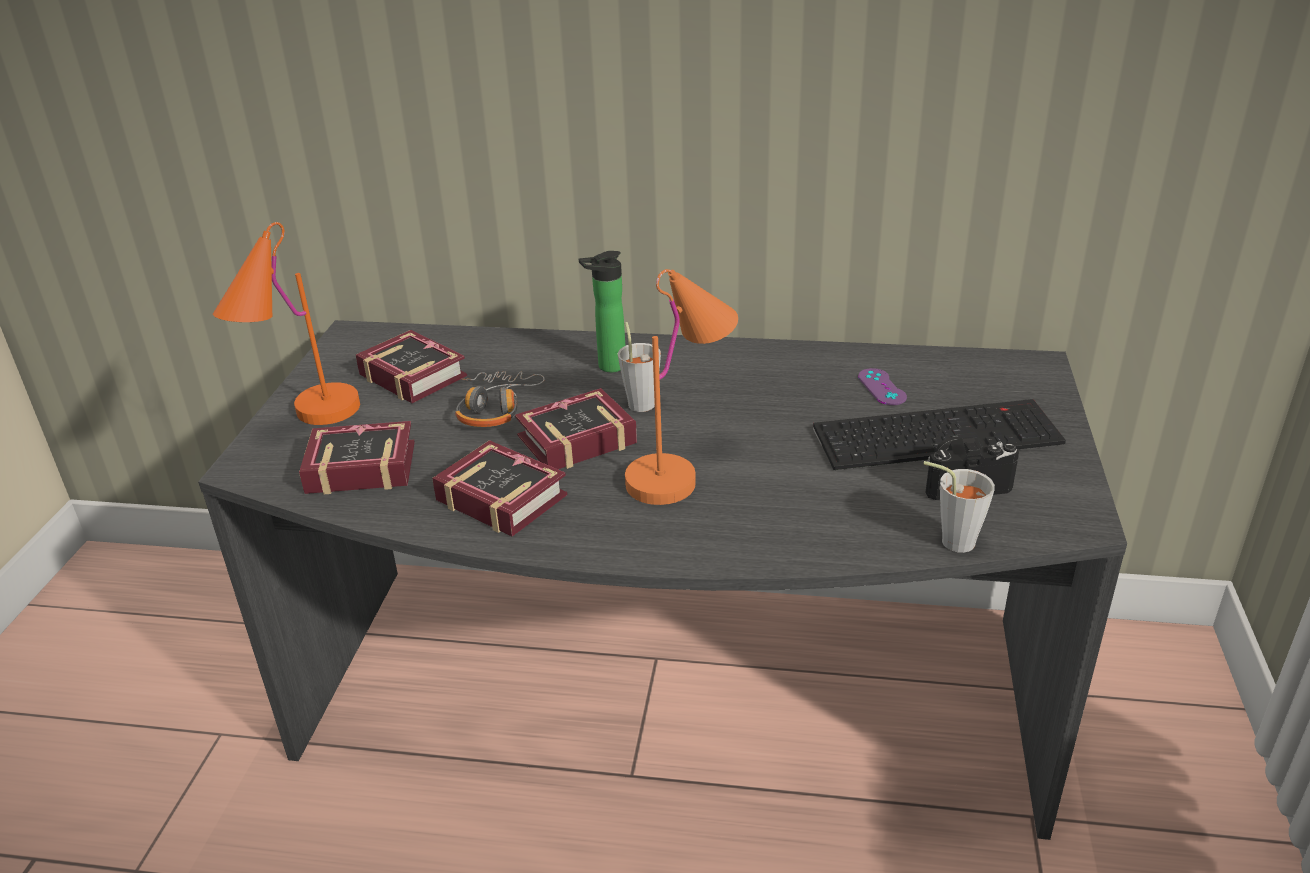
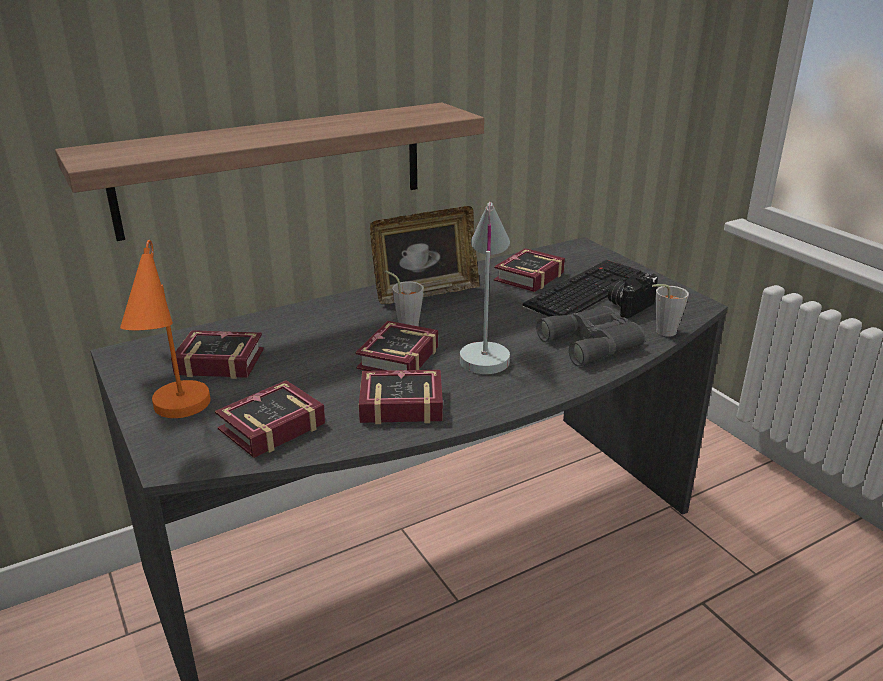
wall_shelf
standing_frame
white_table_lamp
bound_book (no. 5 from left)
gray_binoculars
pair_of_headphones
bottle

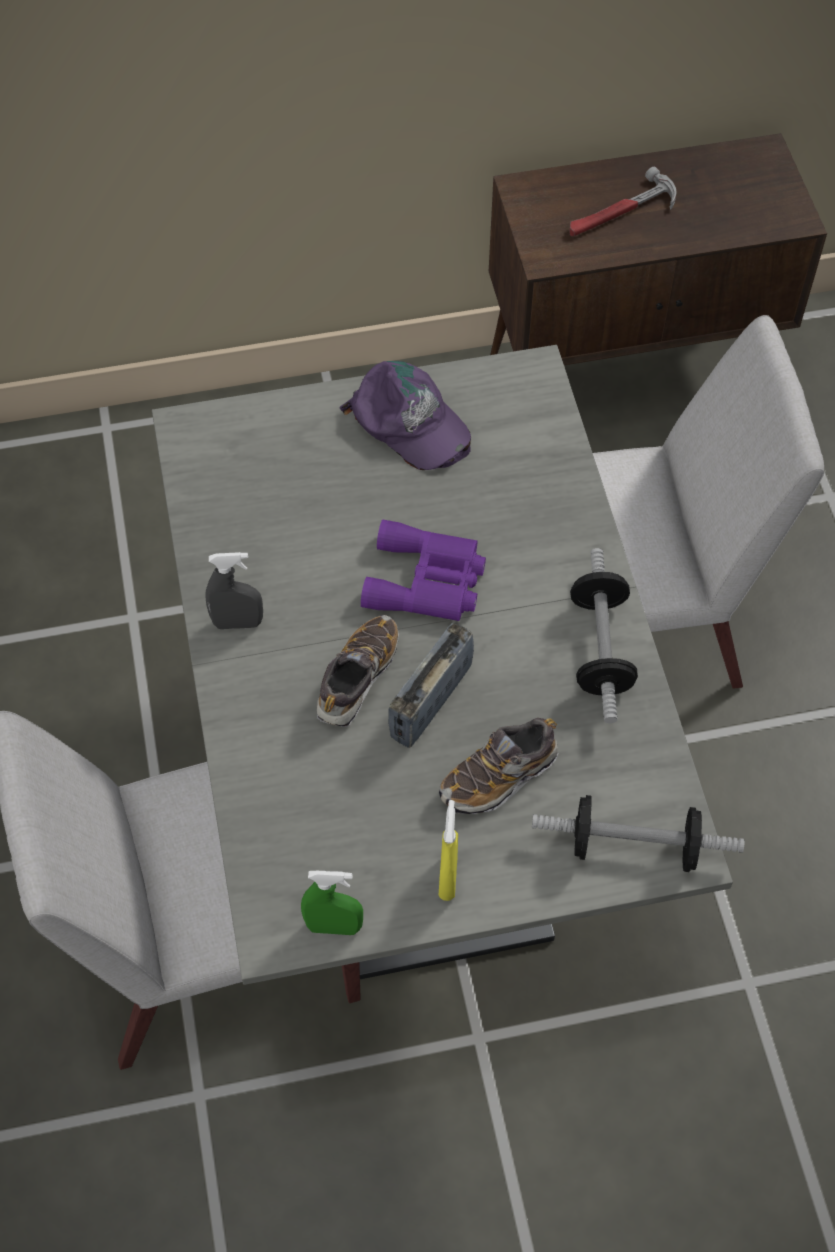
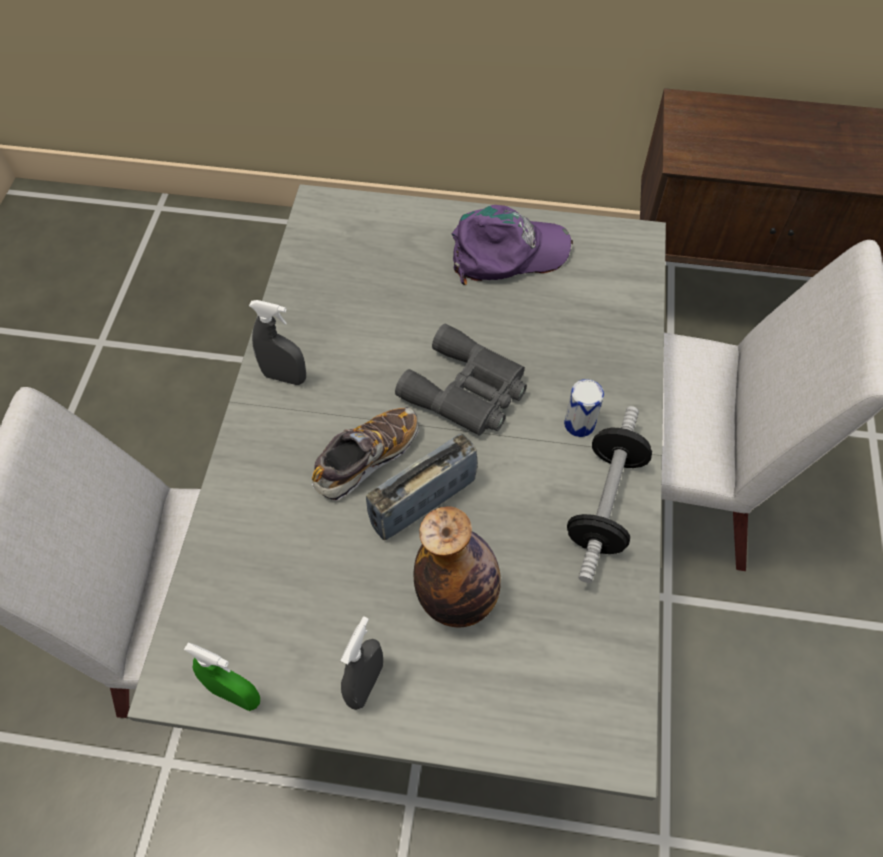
gray_hand_sprayer (no. 2 from left)
gray_binoculars
bottle
purple_baseball_cap
can
dumbbell (no. 2 from left in the first image)
hammer

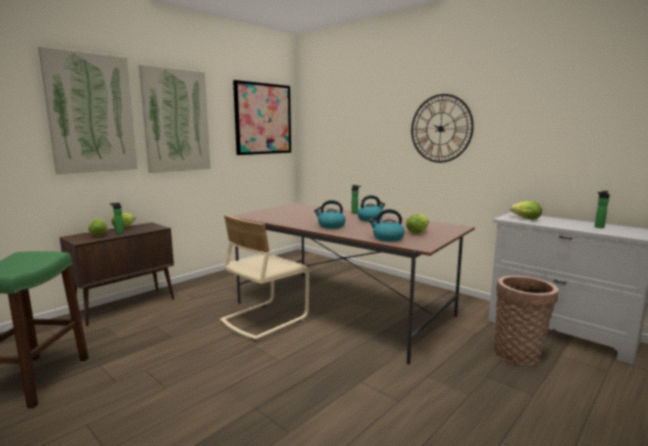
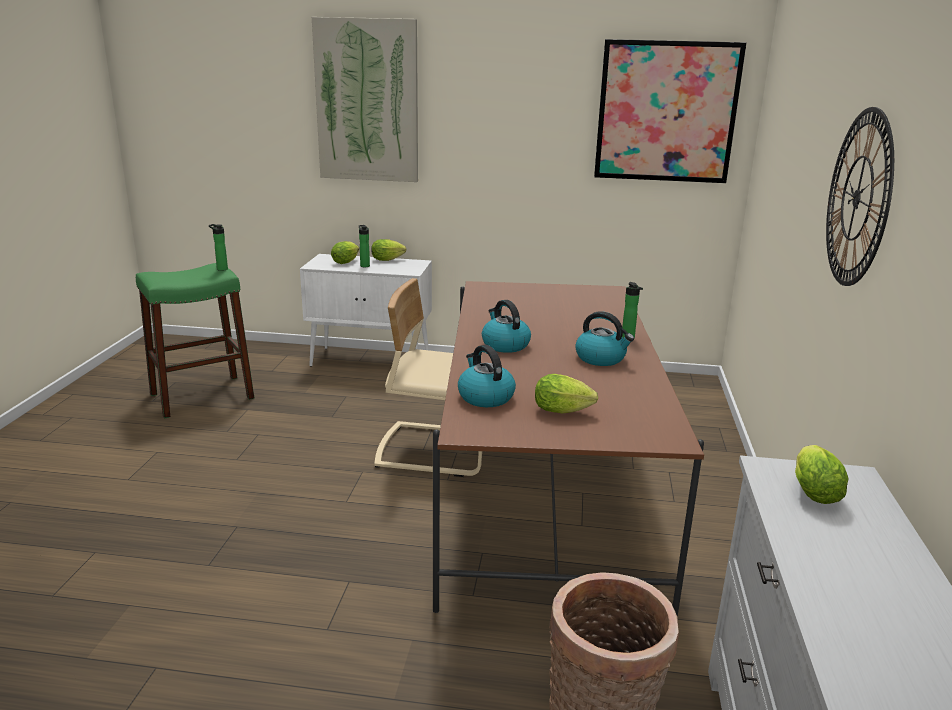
bottle (no. 1 from left)
white_cabinet
wall_art (no. 2 from left in the first image)

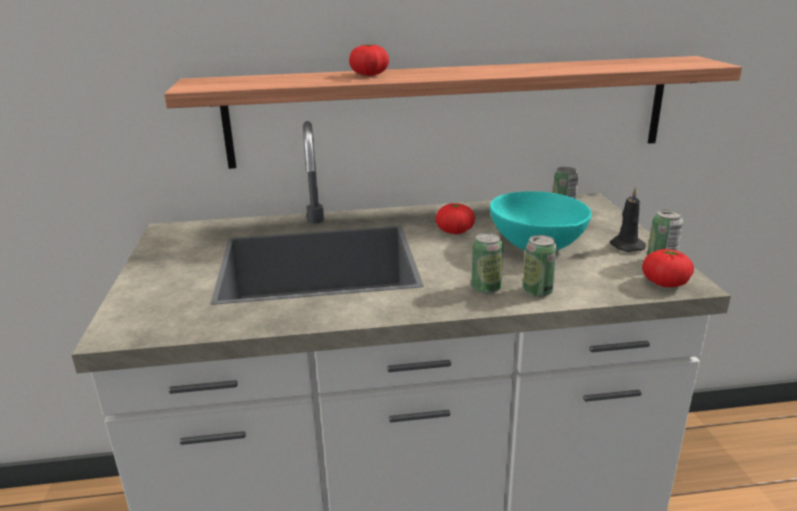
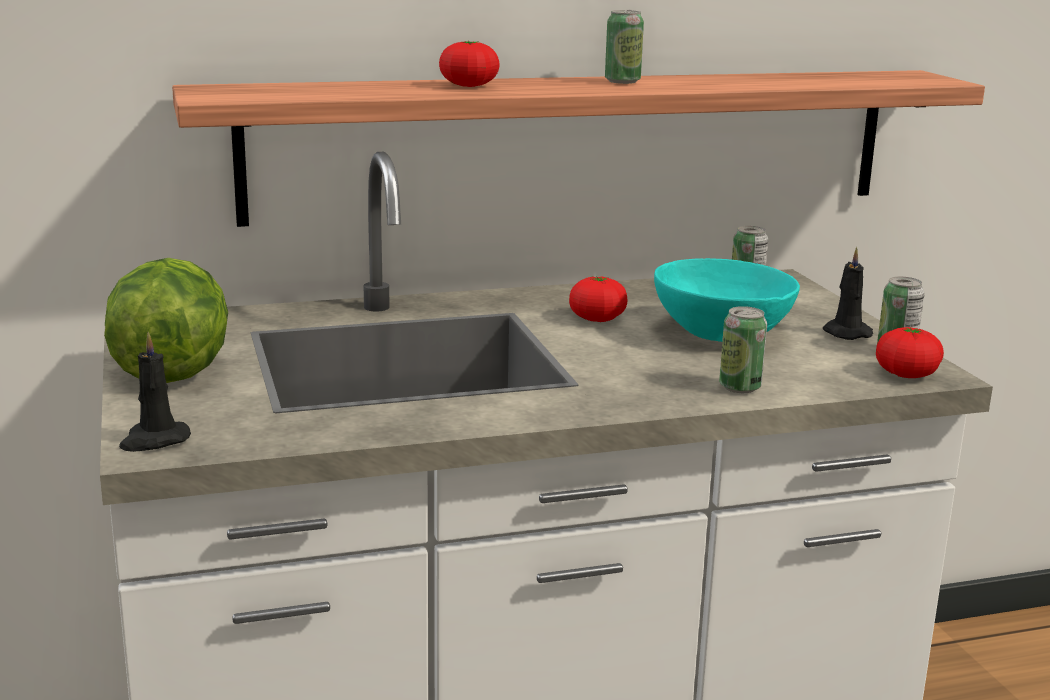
head_of_lettuce
black-coloured_candle (no. 1 from left)
can (no. 1 from left)

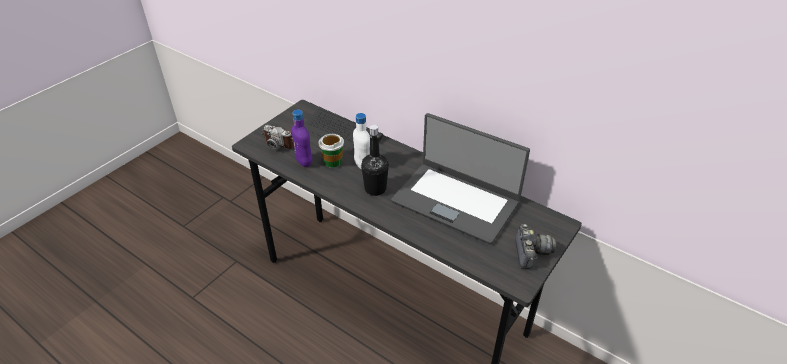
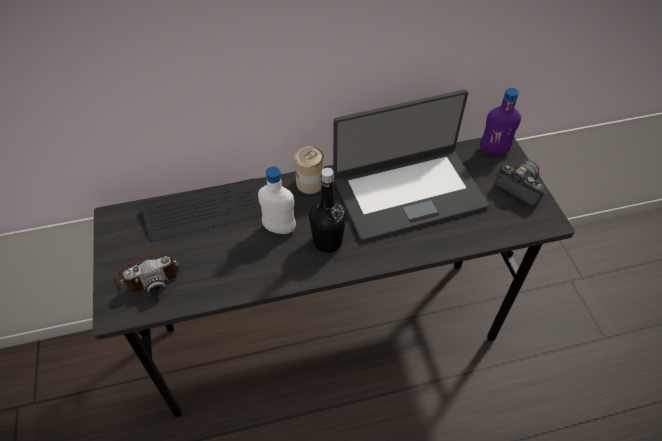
can
purple_bottle
drinking_cup

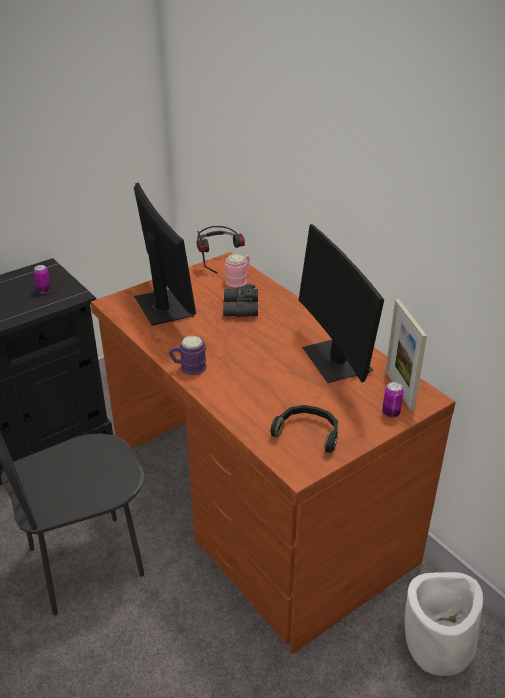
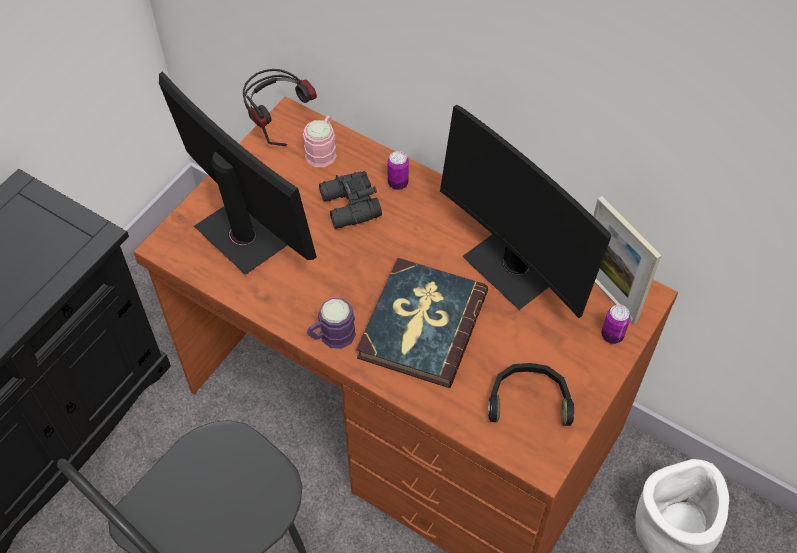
bound_book
can (no. 1 from left)

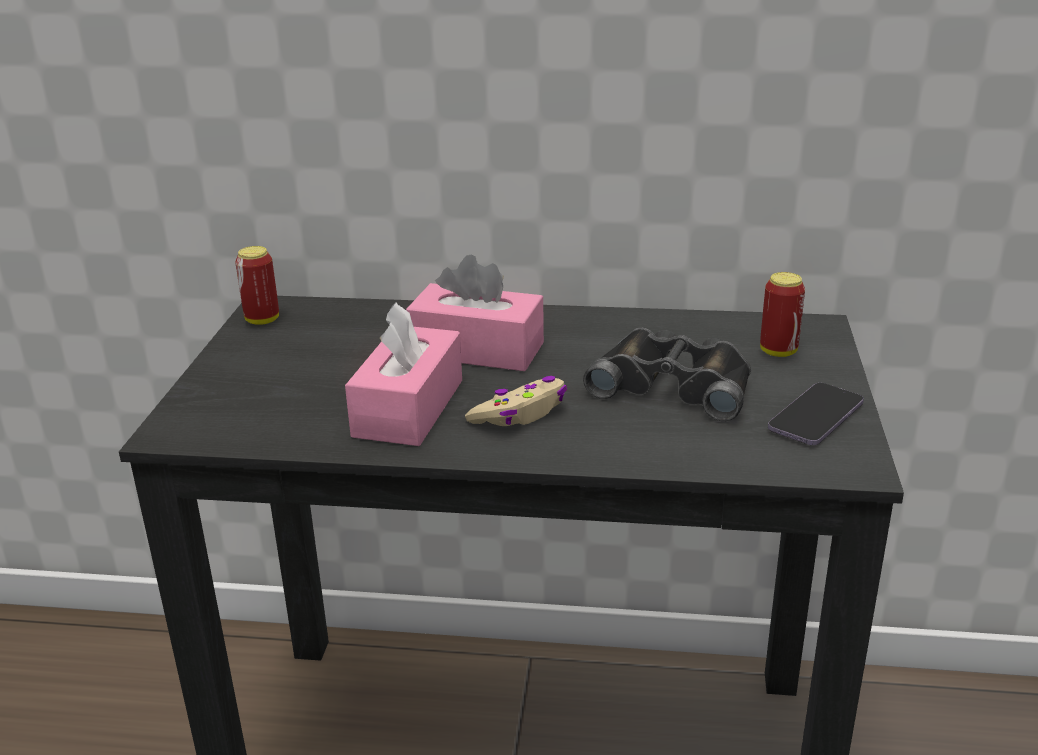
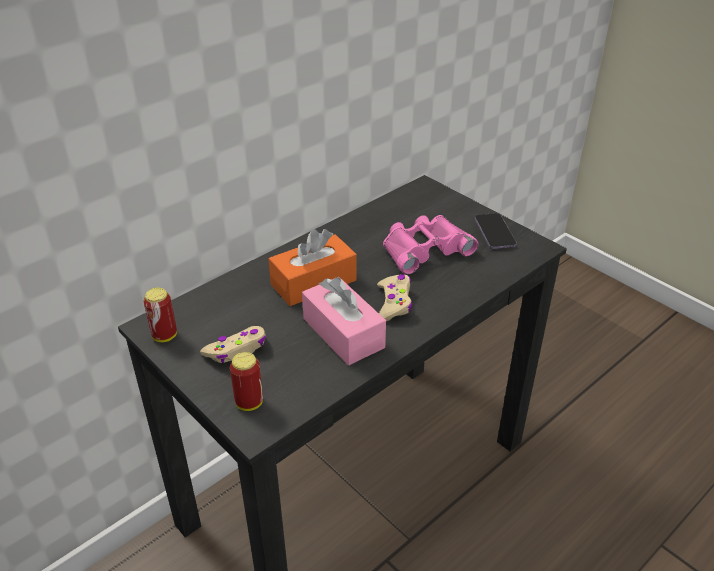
sand-coloured_joypad (no. 1 from left)
can (no. 2 from left)
orangey_tissue_box
pink_binoculars

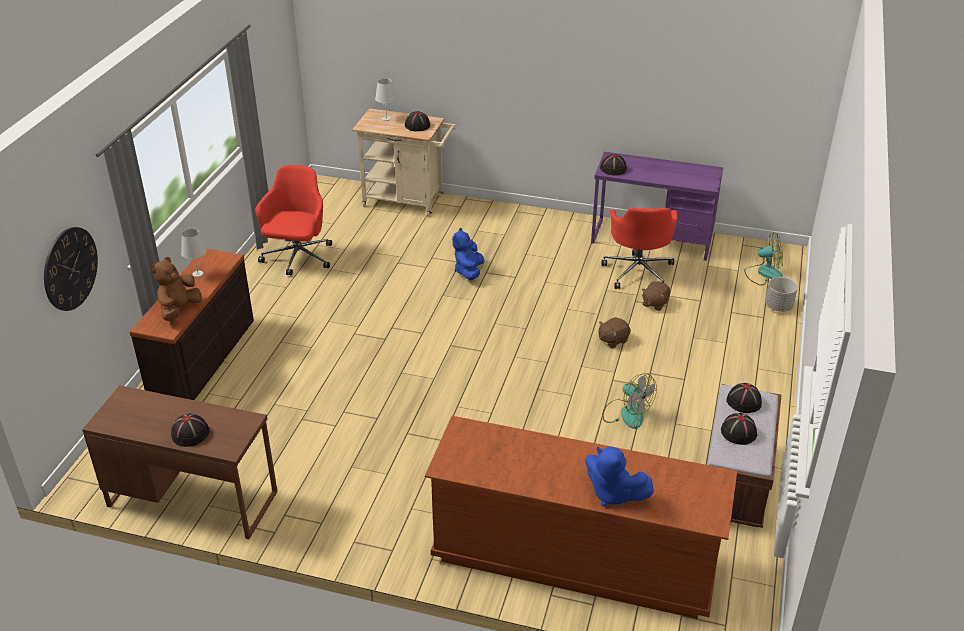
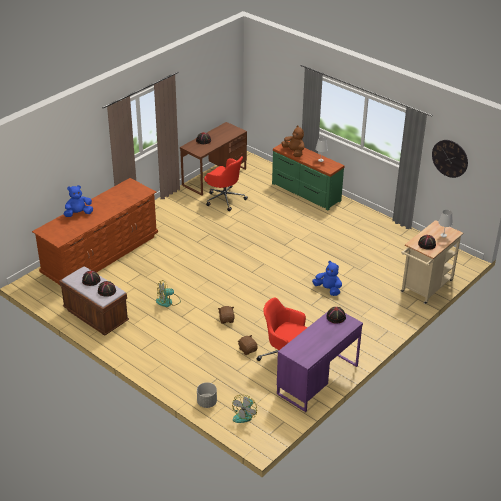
reddish_desk_chair (no. 1 from left)
greenish_drawer_chest
wall_clock

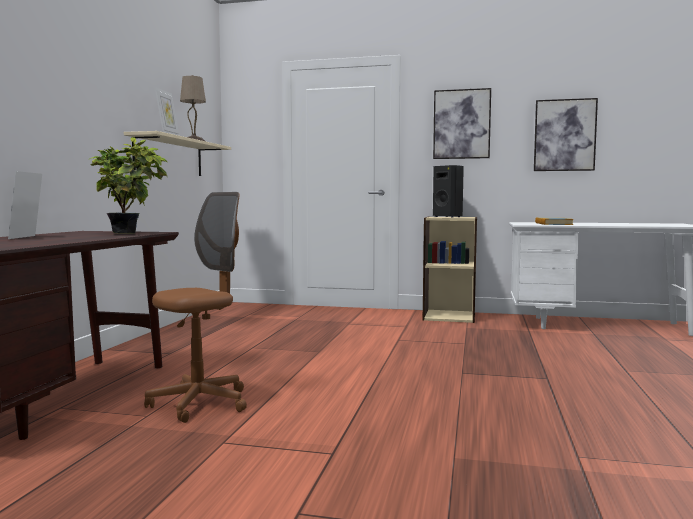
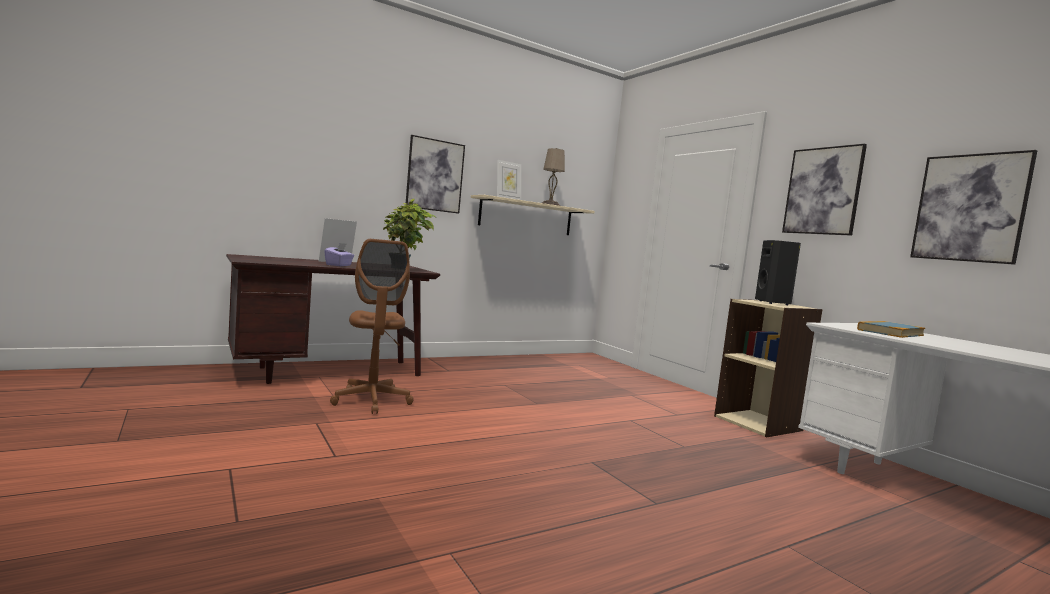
purple_tissue_box
brown_desk_chair
wall_art (no. 1 from left)

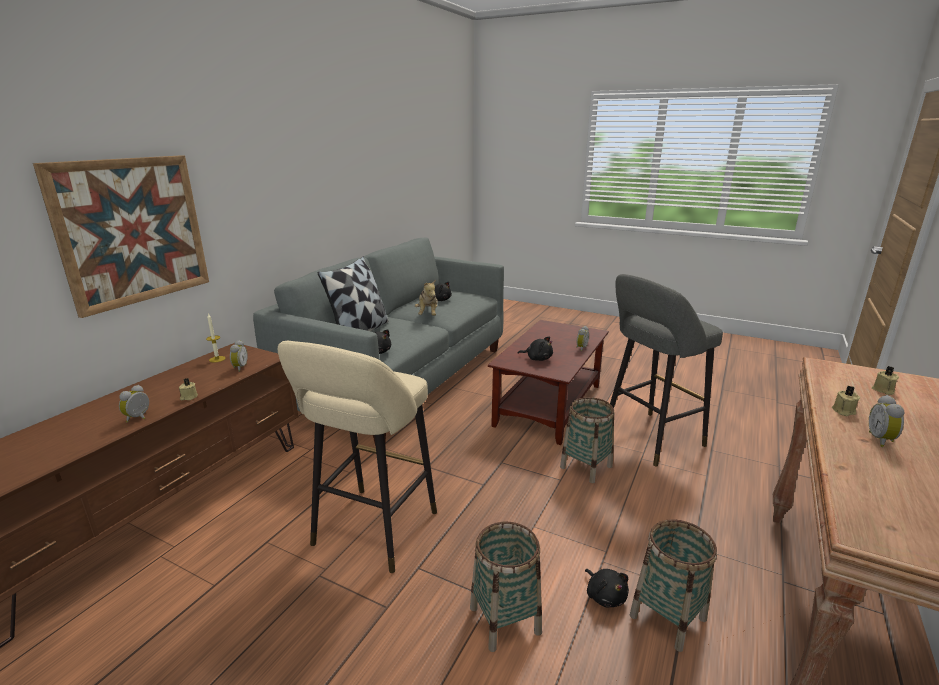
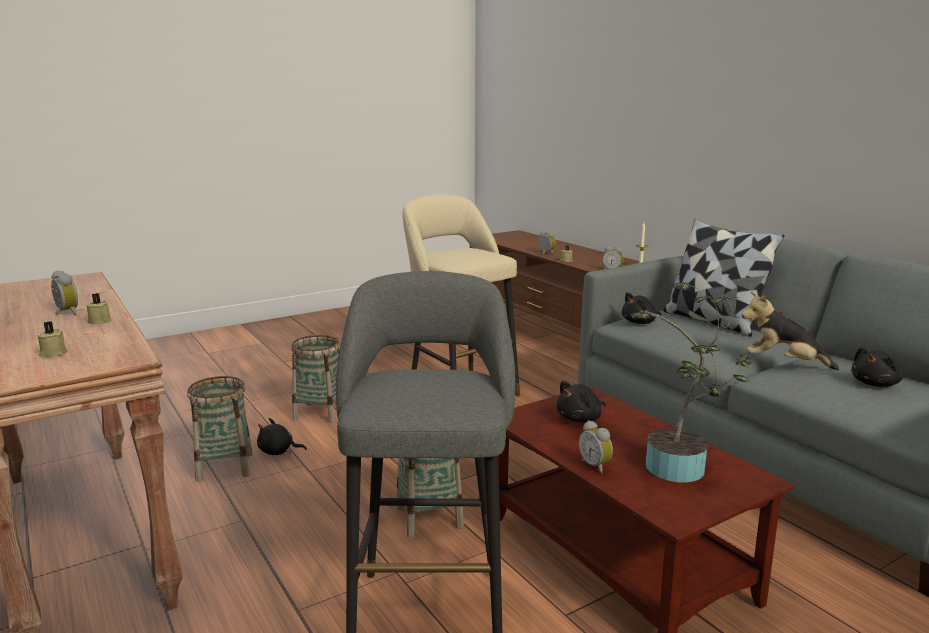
houseplant
wall_art

